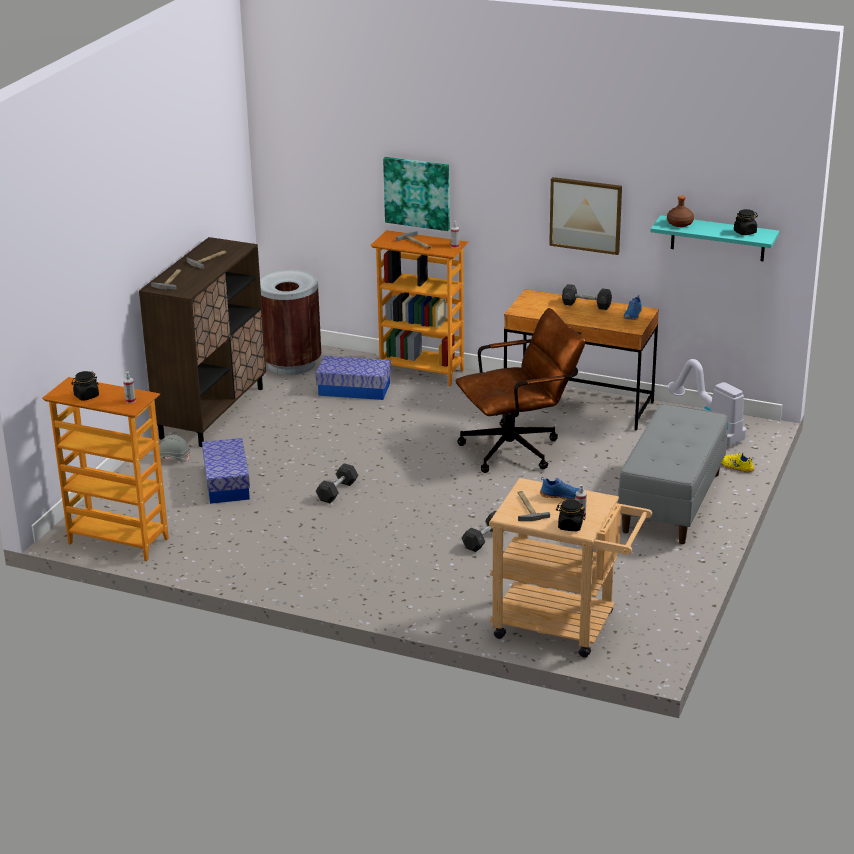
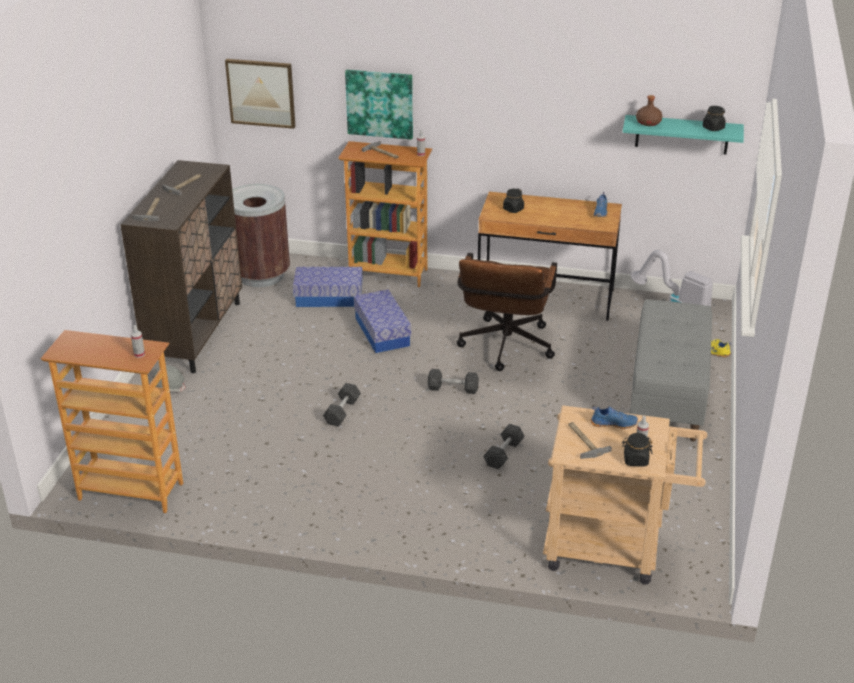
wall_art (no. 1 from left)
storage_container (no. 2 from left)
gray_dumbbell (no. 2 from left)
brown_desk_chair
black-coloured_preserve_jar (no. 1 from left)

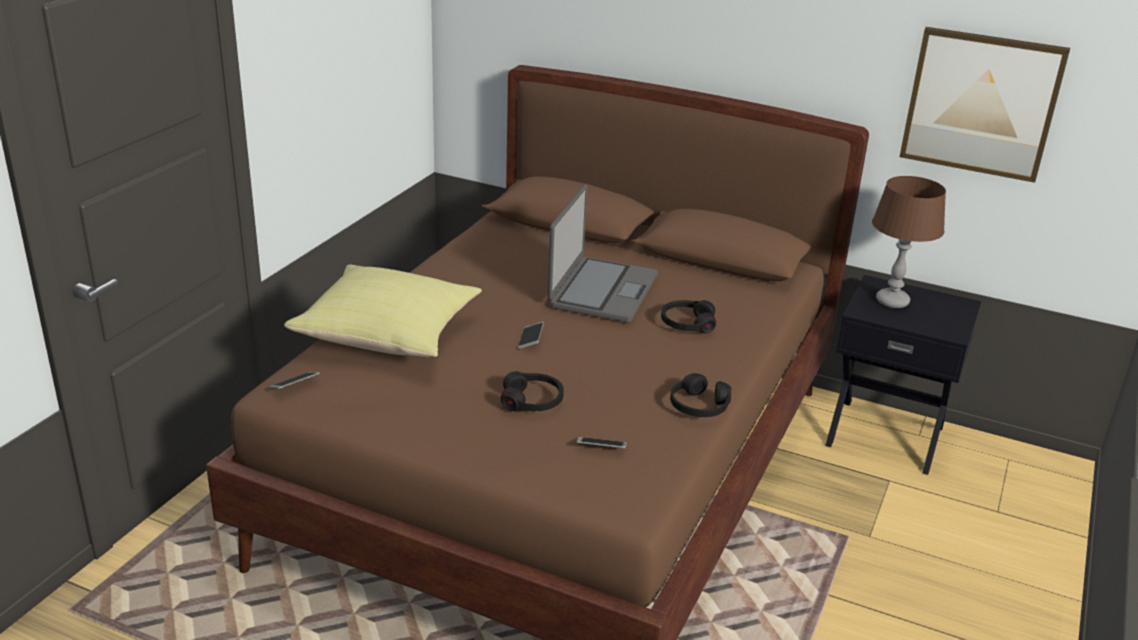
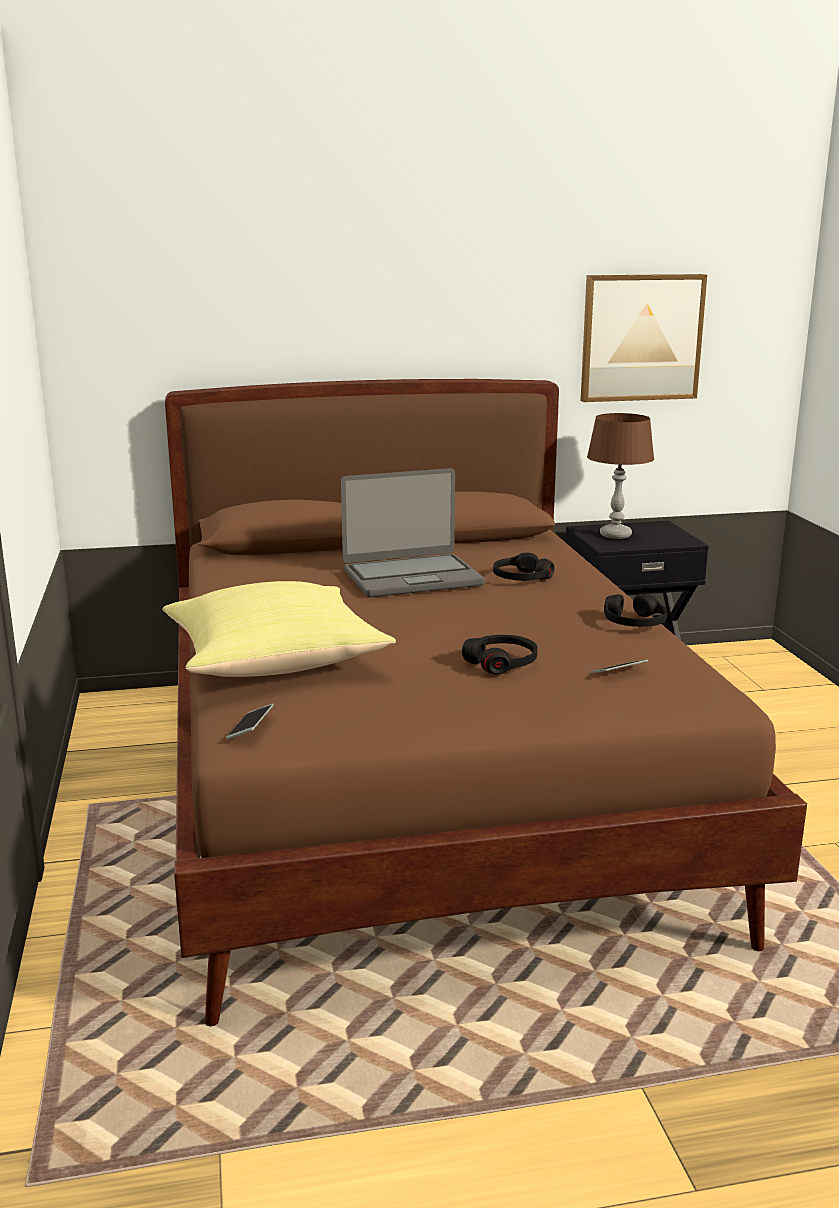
notebook_computer
handset (no. 2 from left in the first image)

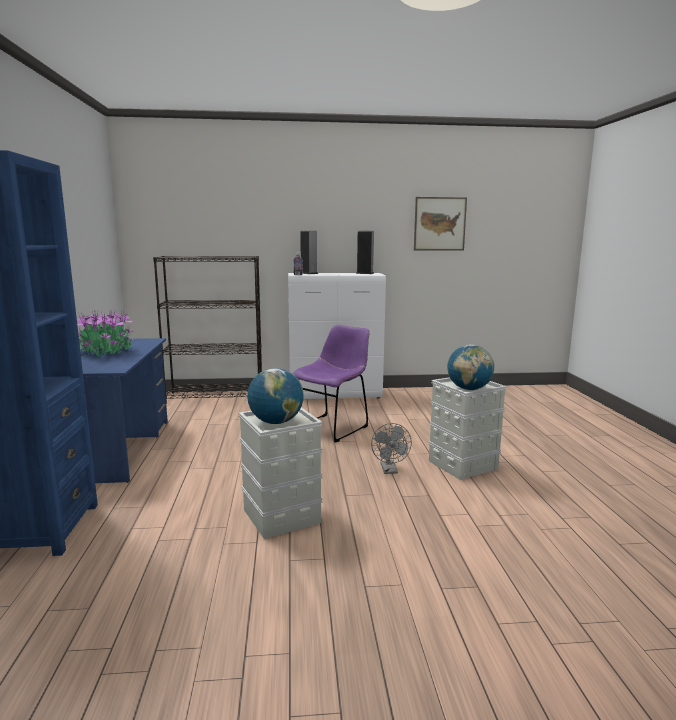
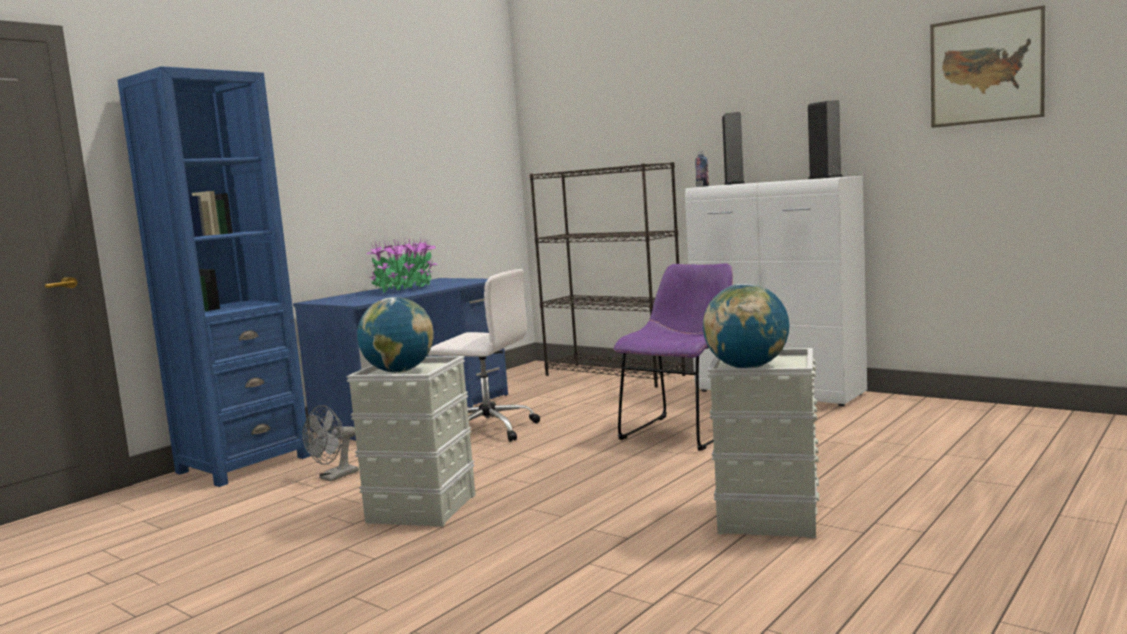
gray_fan
white_desk_chair
purple_chair

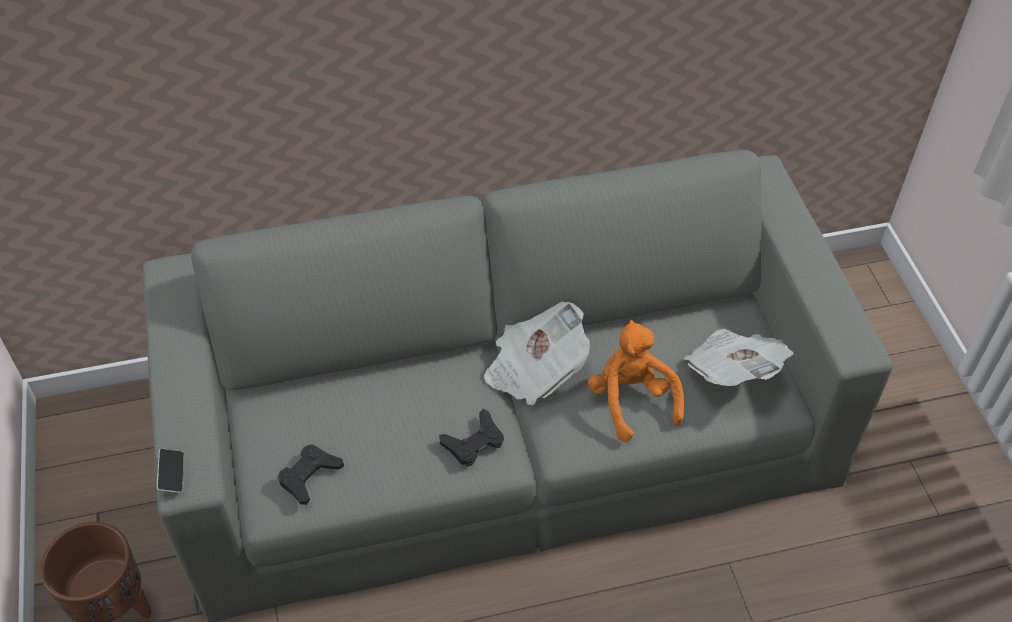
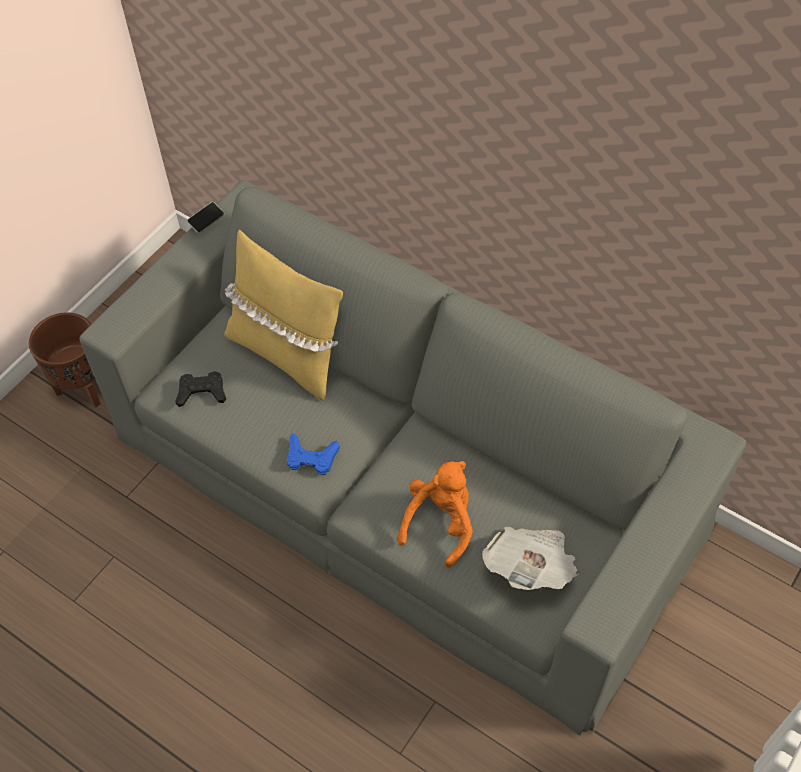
handset
yellowish_throw_pillow
blue-coloured_joypad
daily_paper (no. 1 from left in the first image)

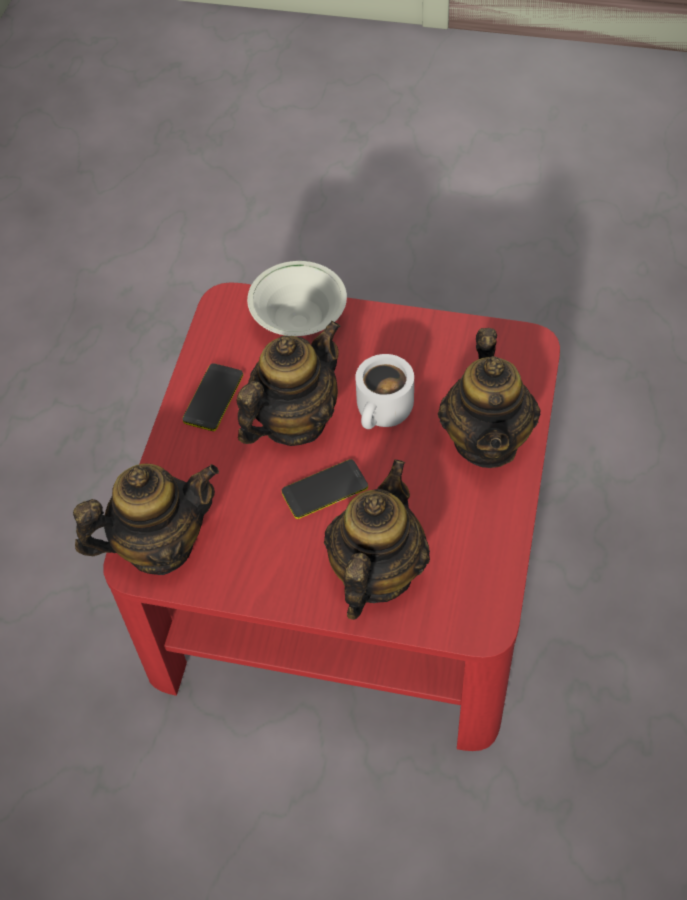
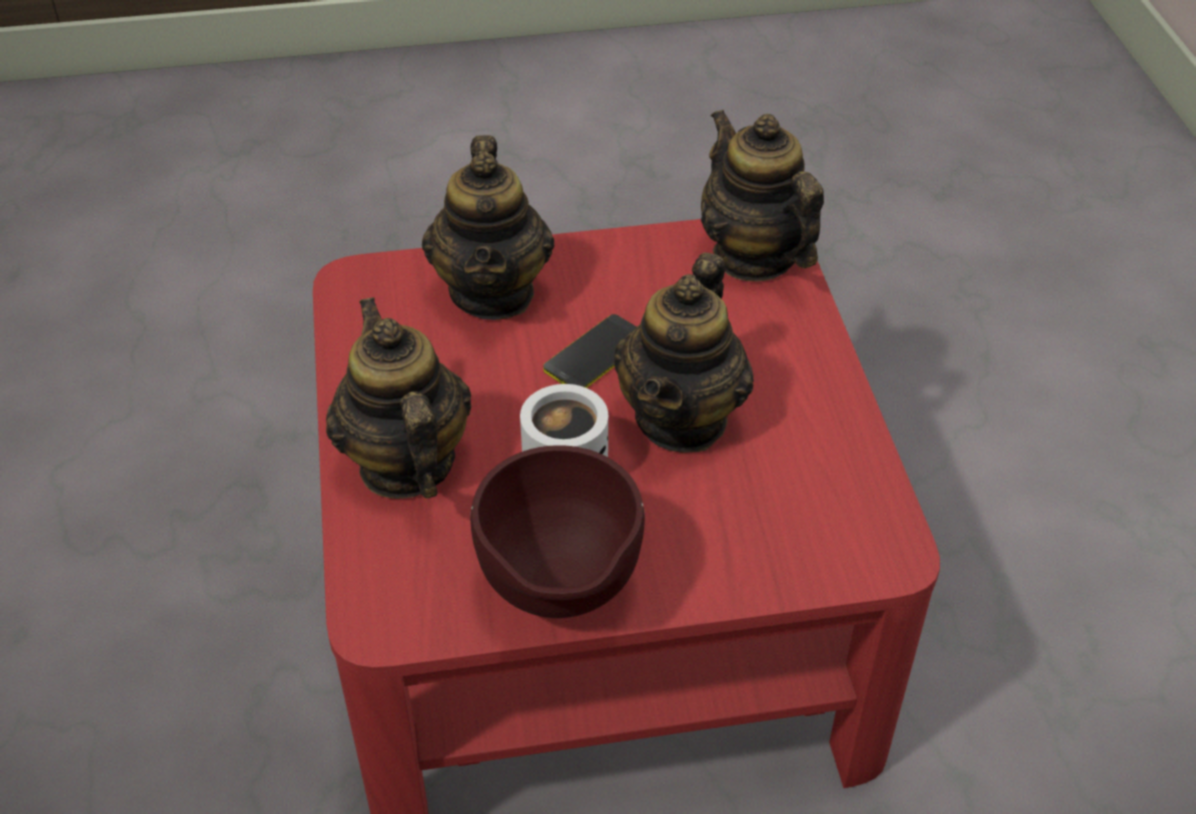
brown_deep_dish
pot_for_tea (no. 4 from left)
handset (no. 1 from left in the first image)
white_deep_dish

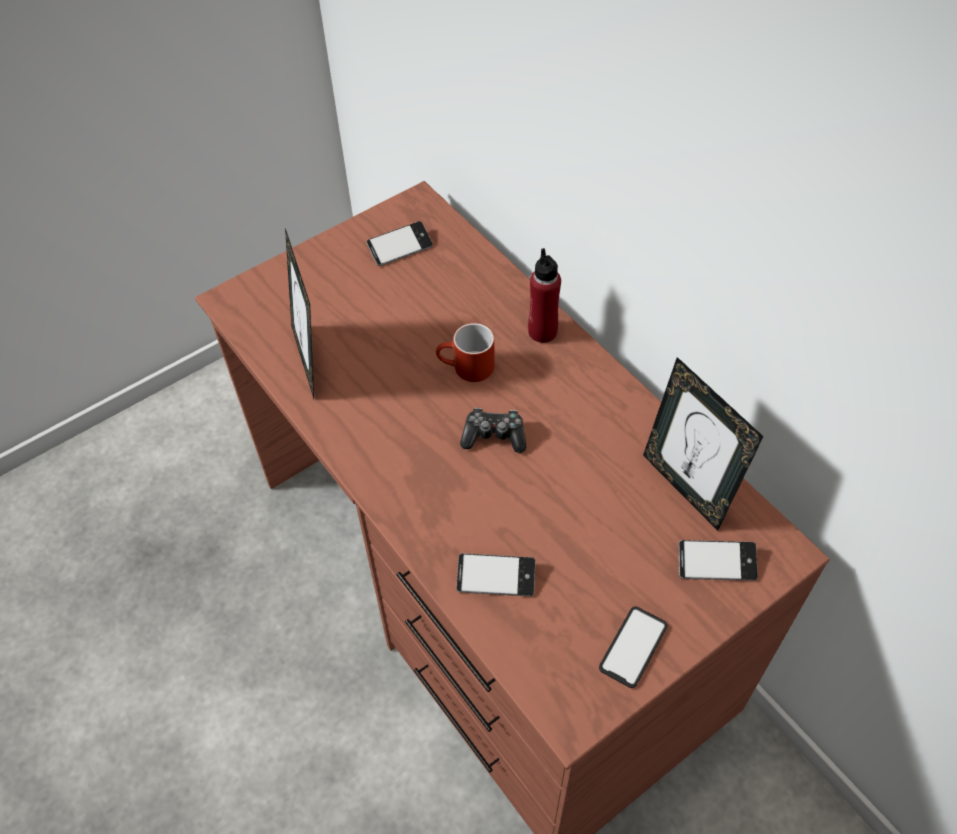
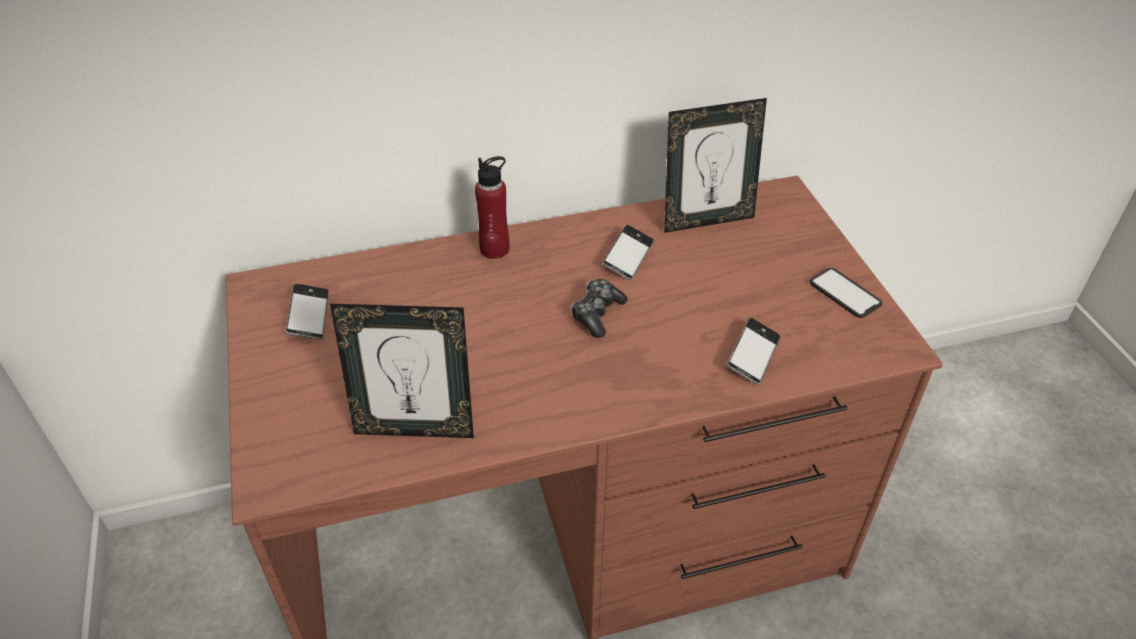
handset (no. 2 from left)
reddish_tea_mug

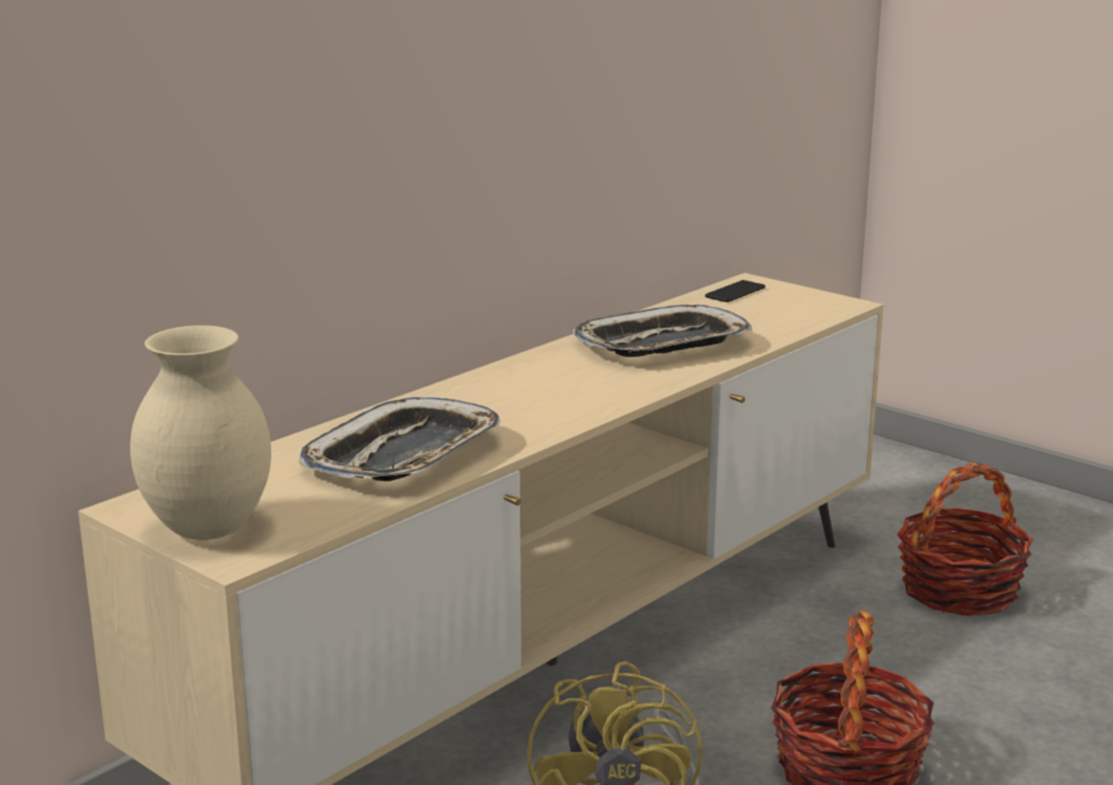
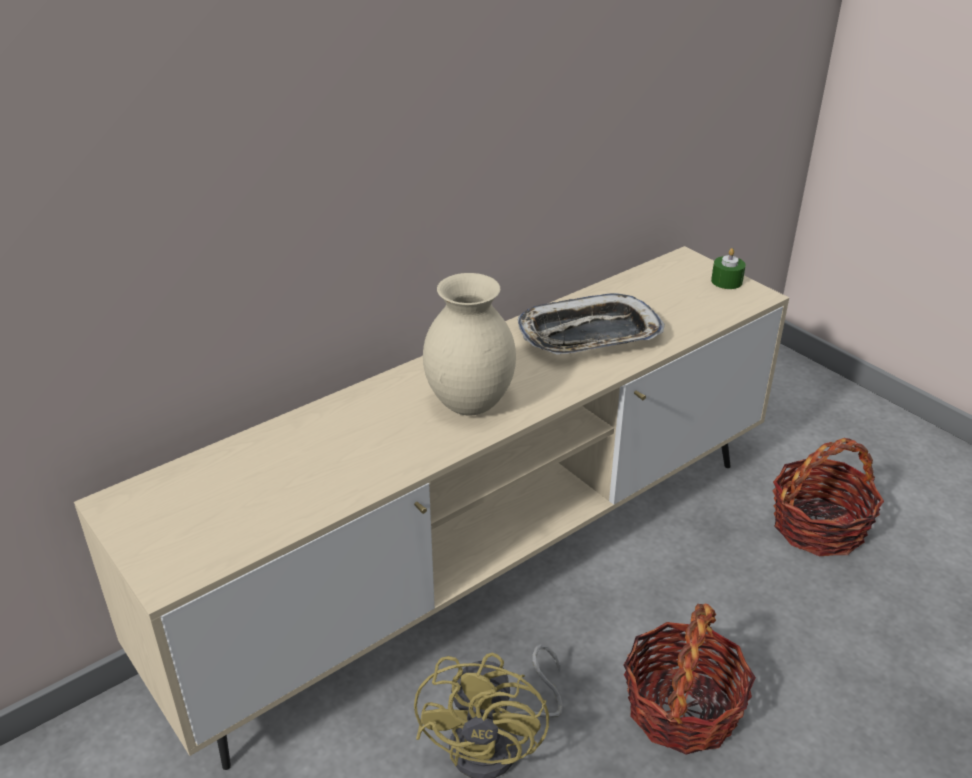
sand-coloured_vase
greenish_candle
carrying_tray (no. 1 from left in the first image)
handset

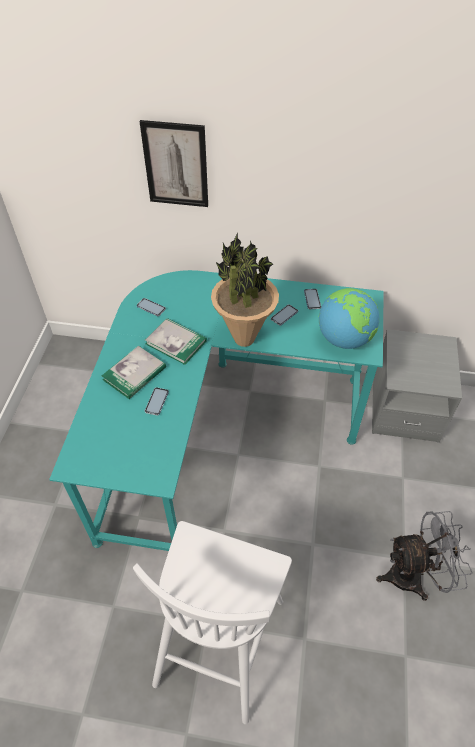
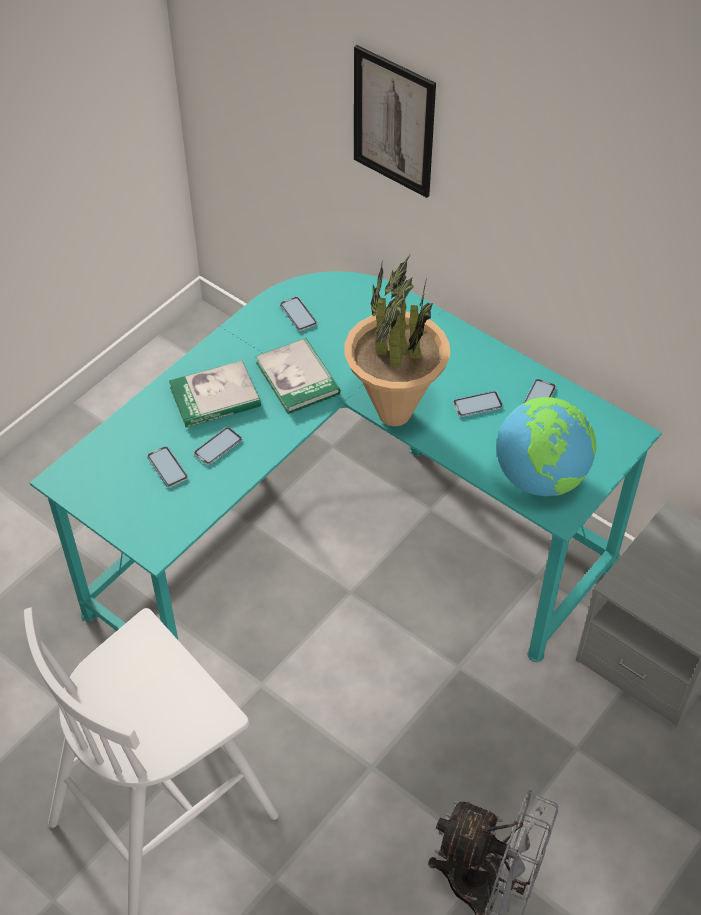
handset (no. 1 from left)

